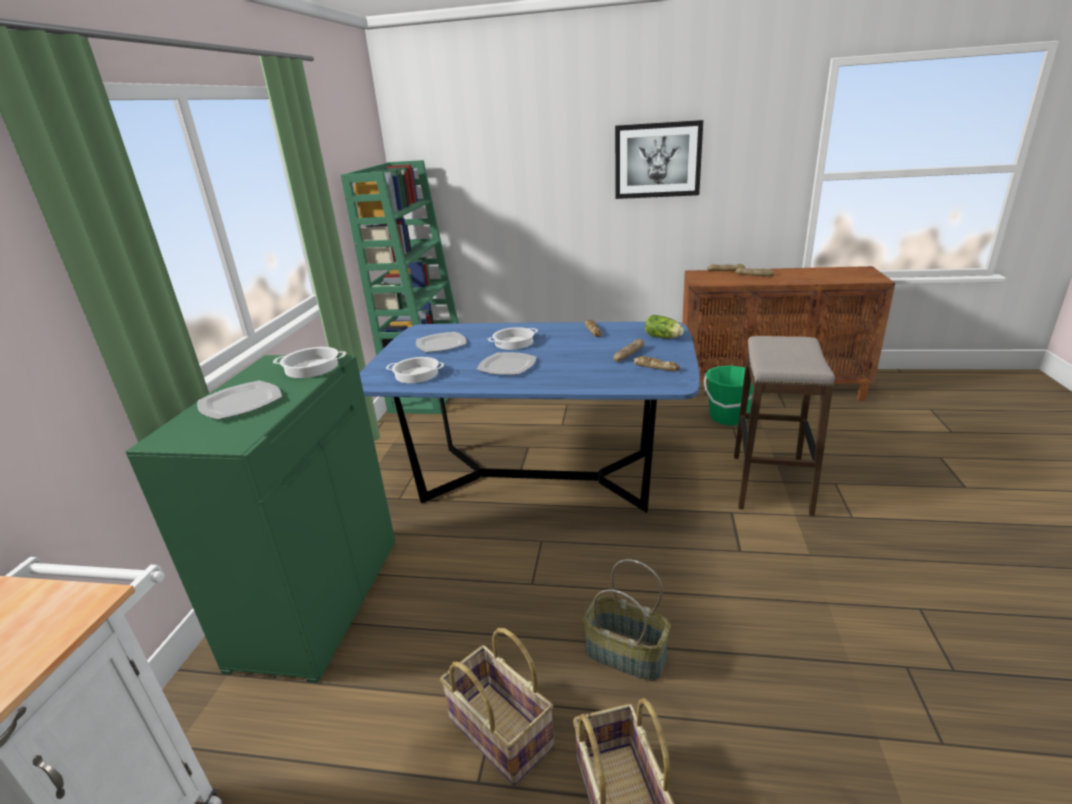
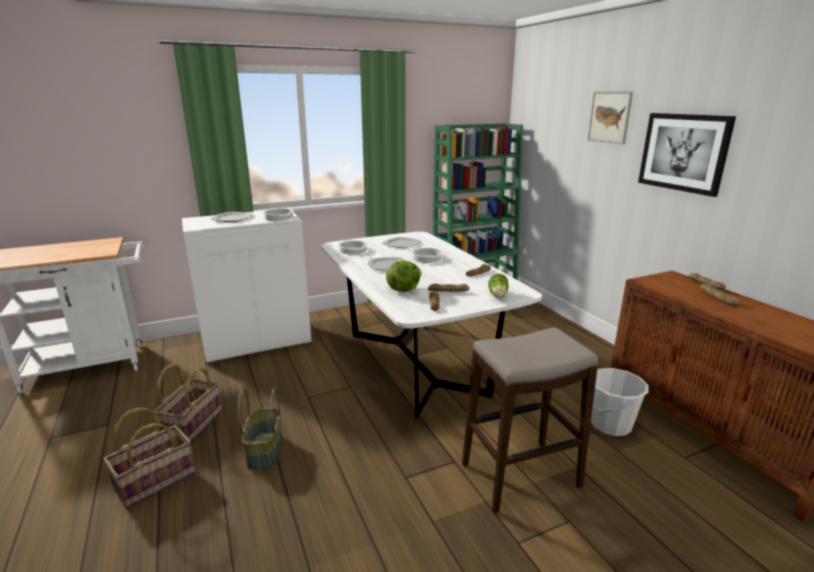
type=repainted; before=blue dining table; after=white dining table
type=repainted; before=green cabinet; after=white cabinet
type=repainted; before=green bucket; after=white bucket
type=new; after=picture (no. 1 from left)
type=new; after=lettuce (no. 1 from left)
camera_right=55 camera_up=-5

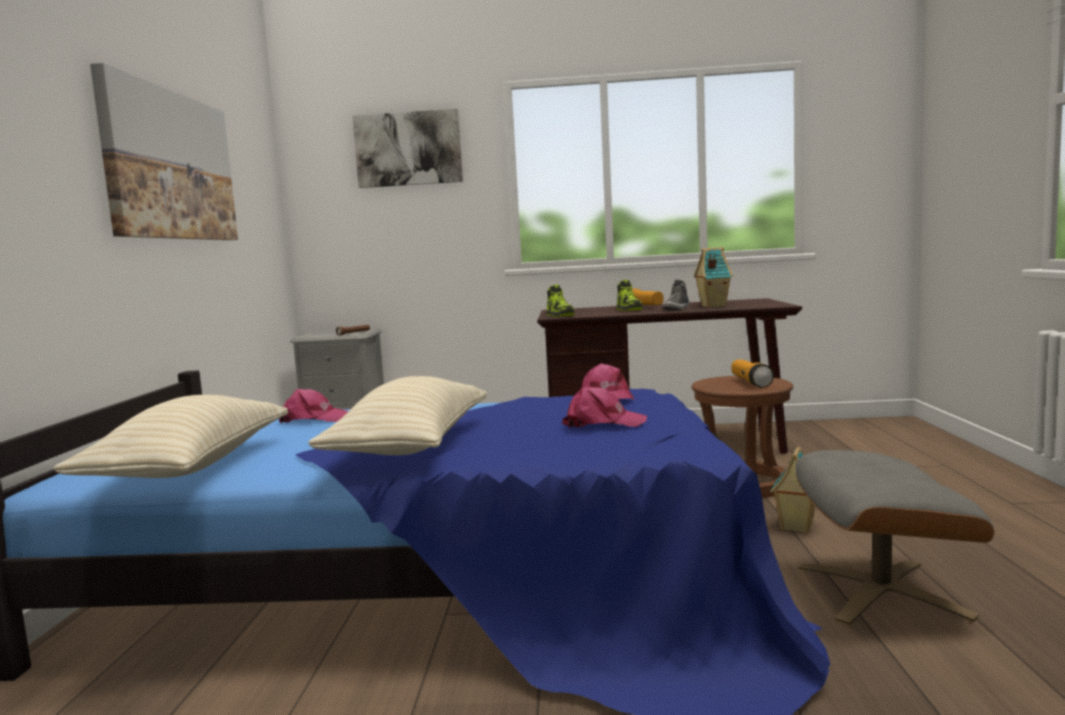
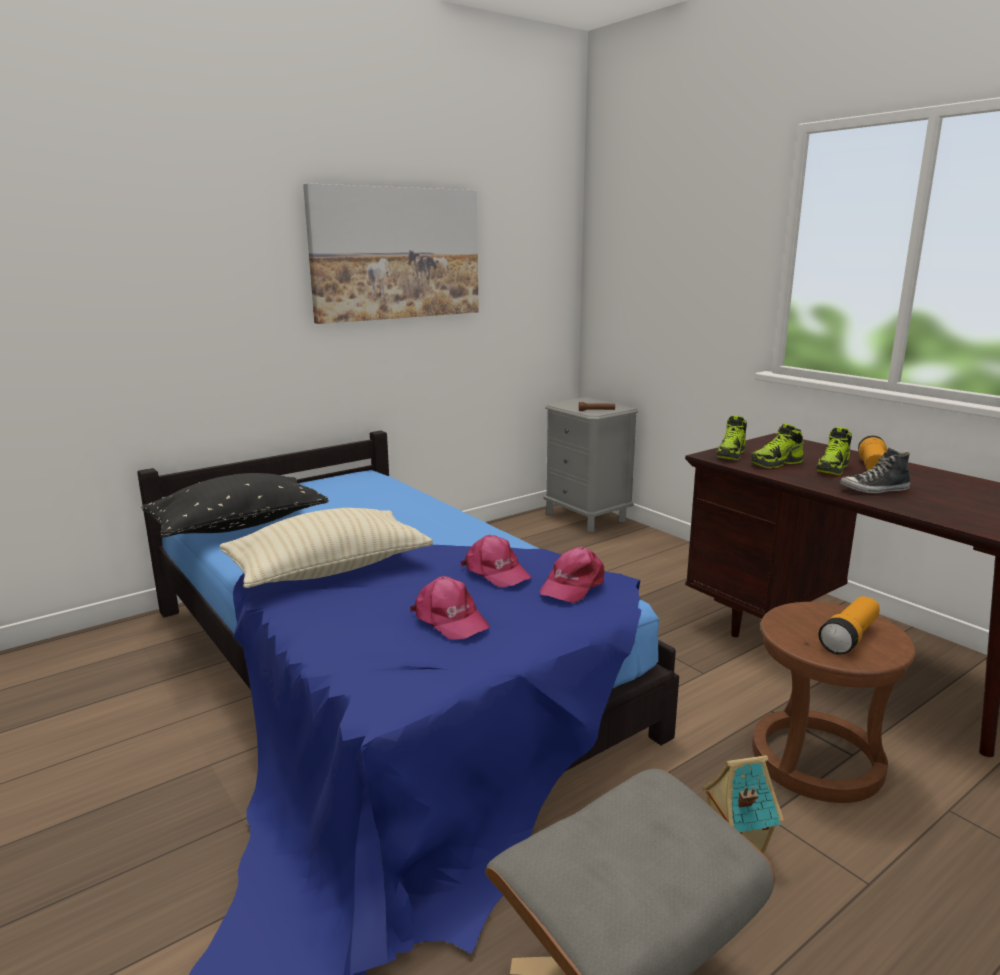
type=gone; before=picture (no. 2 from left)
type=gone; before=toy house (no. 1 from left)
type=shifted; before=pink cap (no. 1 from left in the first image); after=pink cap (no. 2 from left)
type=repainted; before=beige pillow (no. 1 from left); after=black pillow
type=new; after=shoe (no. 2 from left)
camera_right=50 camera_up=10

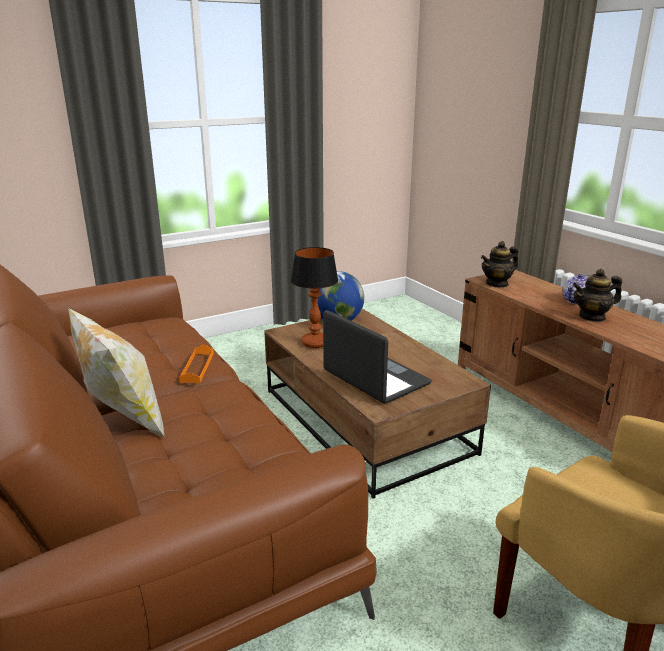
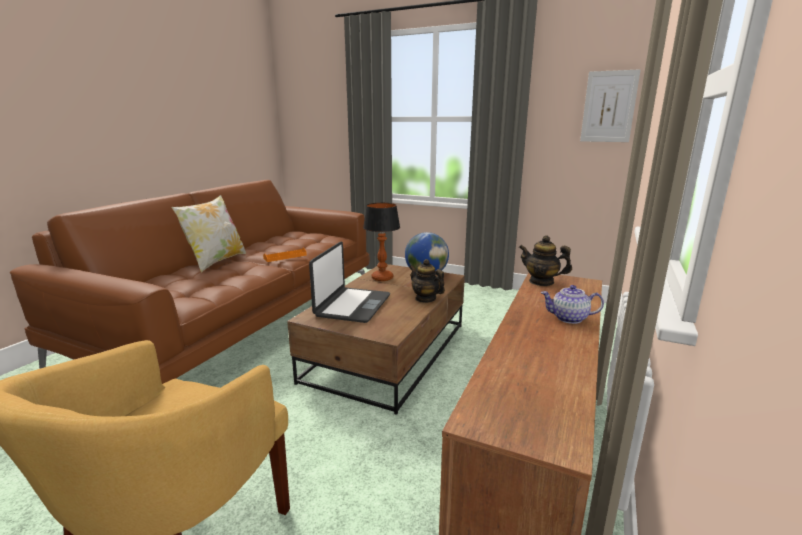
type=shifted; before=teapot (no. 3 from left in the first image); after=teapot (no. 1 from left)
type=new; after=picture
camera_right=55 camera_up=-5

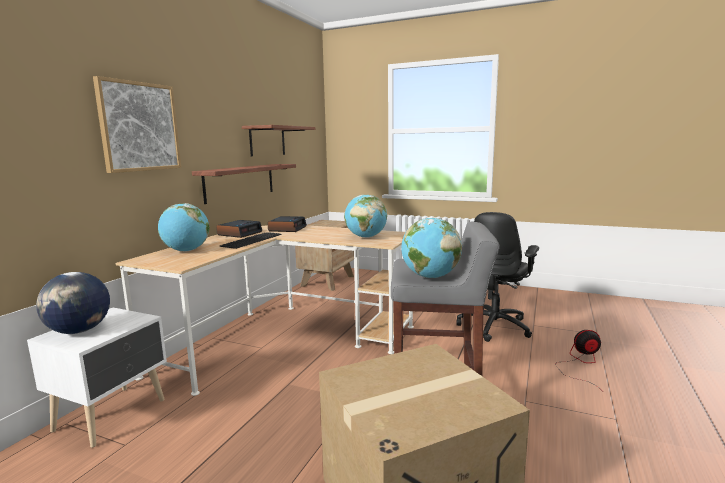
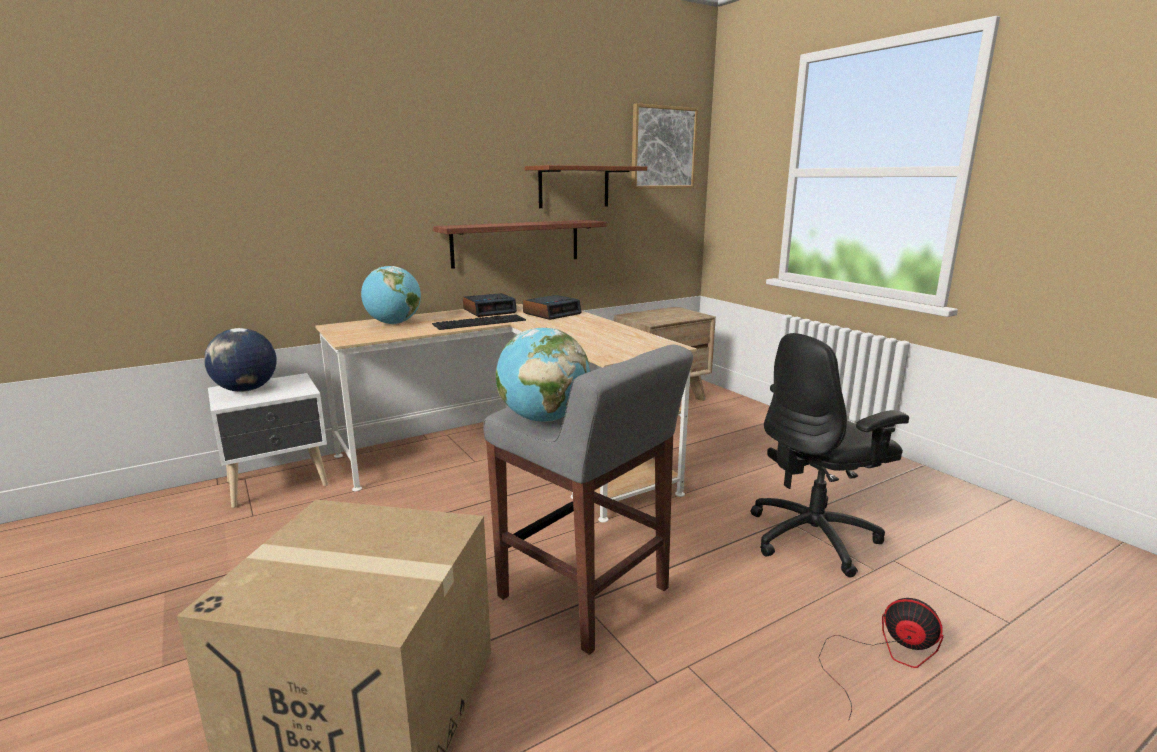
type=shifted; before=picture
type=gone; before=globe (no. 3 from left)
camera_right=35 camera_up=5

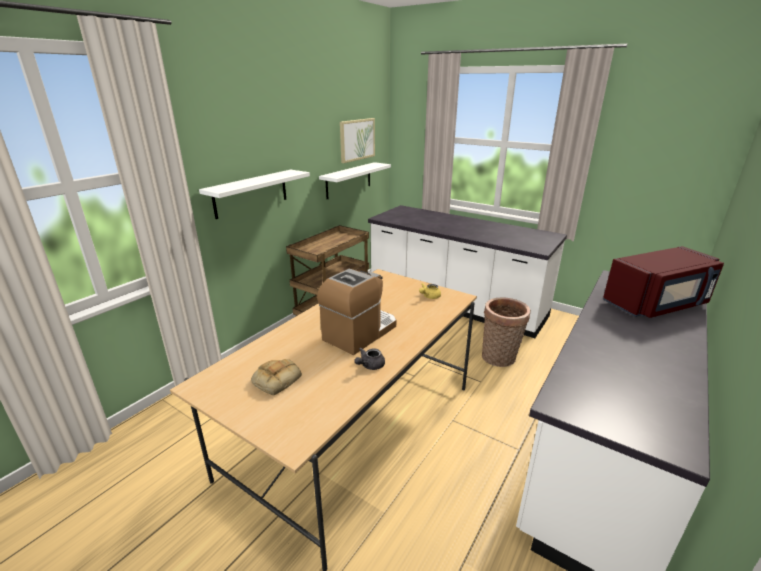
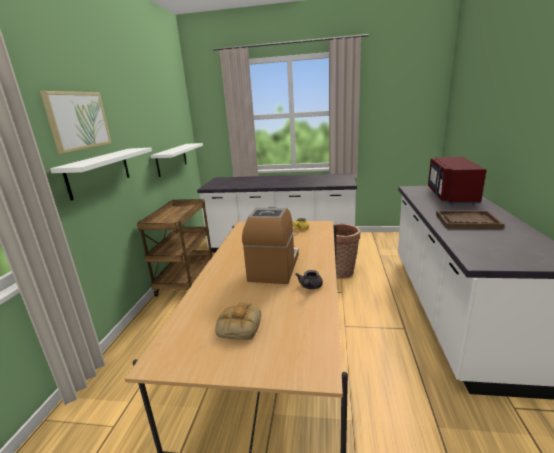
type=shifted; before=picture
type=rotated; before=red microwave; turn=150
type=new; after=brown tray
camera_right=-25 camera_up=-5

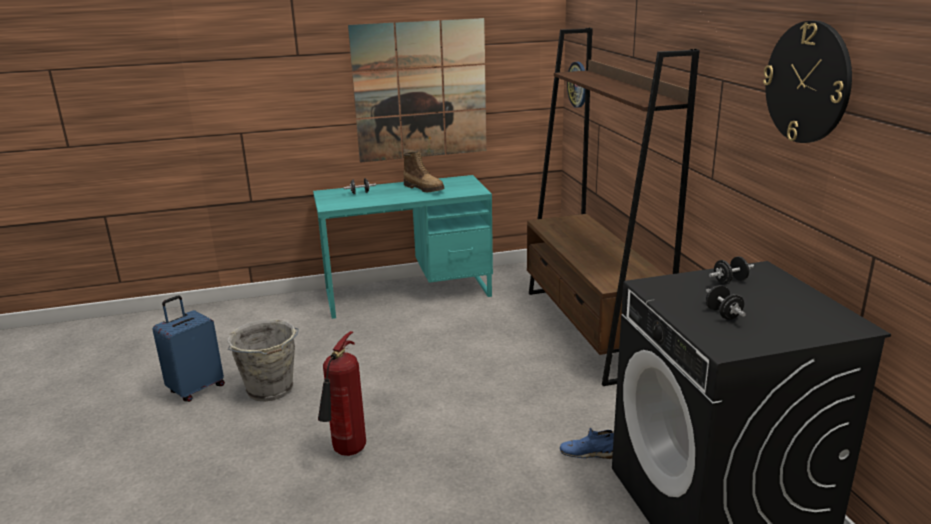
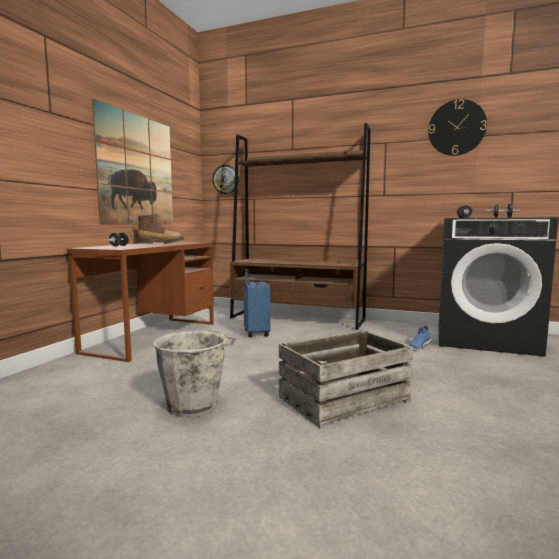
type=repainted; before=turquoise desk; after=brown desk
type=shifted; before=blue suitcase
type=swapped; before=fire extinguisher; after=crate
camera_right=-55 camera_up=-15

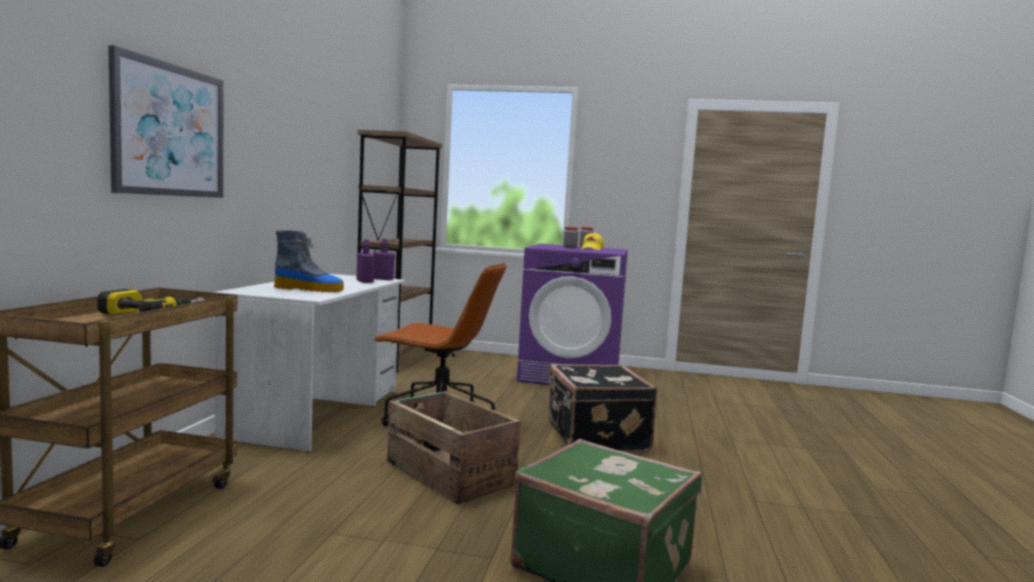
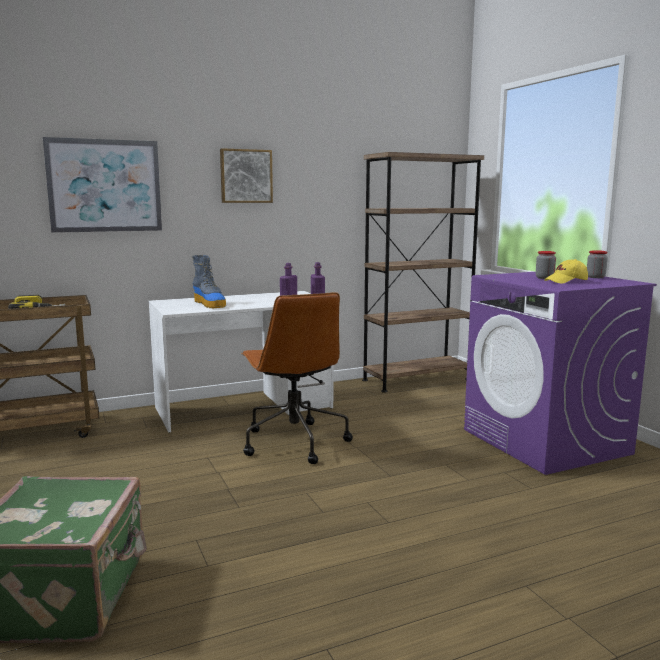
type=gone; before=black suitcase
type=gone; before=crate
type=new; after=picture (no. 2 from left)
camera_right=55 camera_up=5

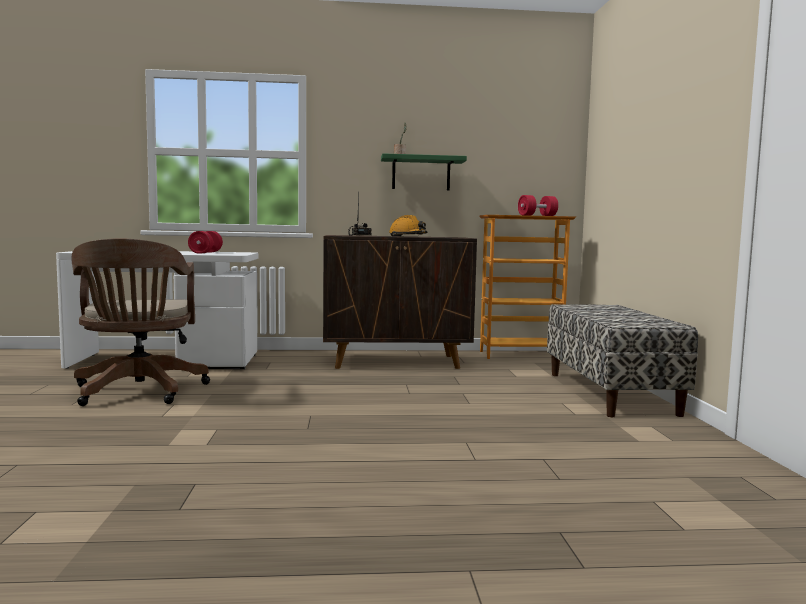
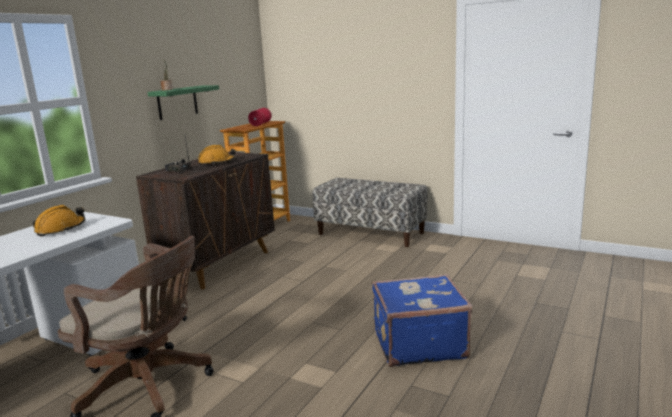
type=swapped; before=red dumbbell (no. 1 from left); after=orange hard hat (no. 1 from left)
type=new; after=blue suitcase
camera_right=-55 camera_up=10

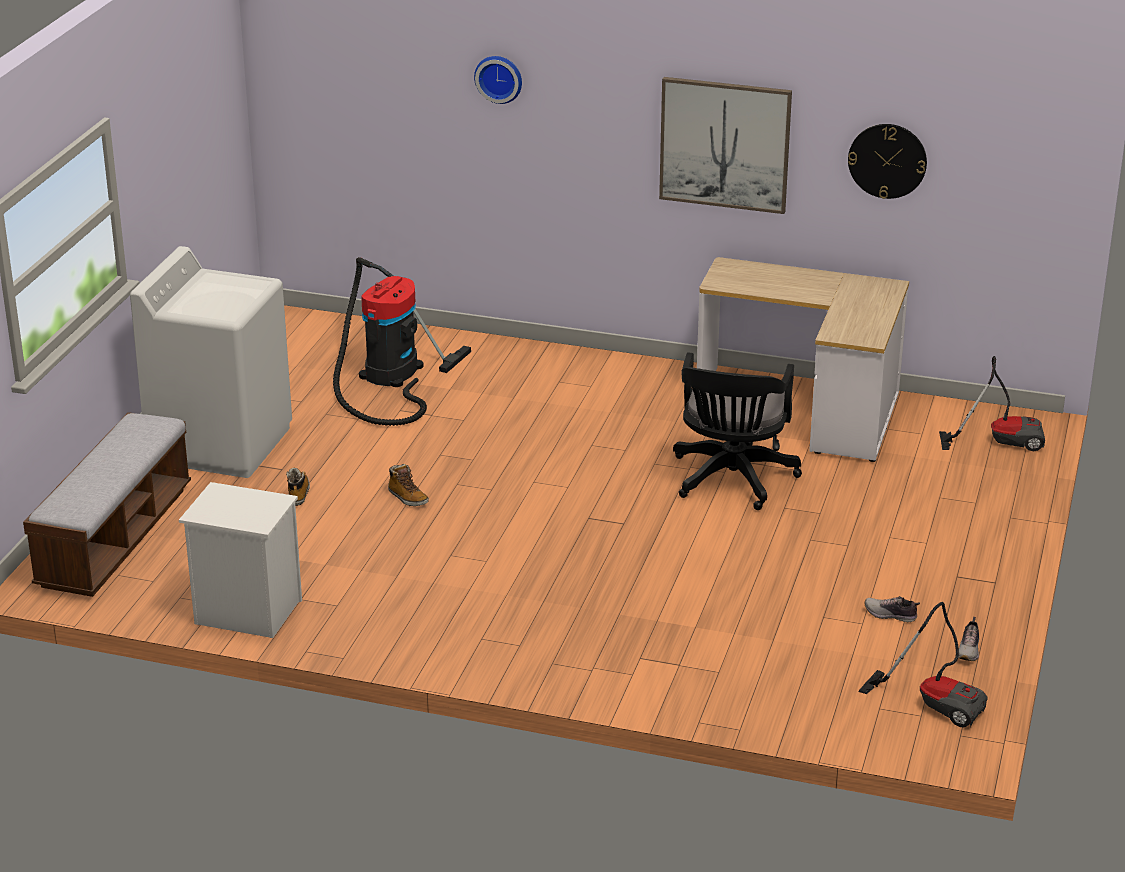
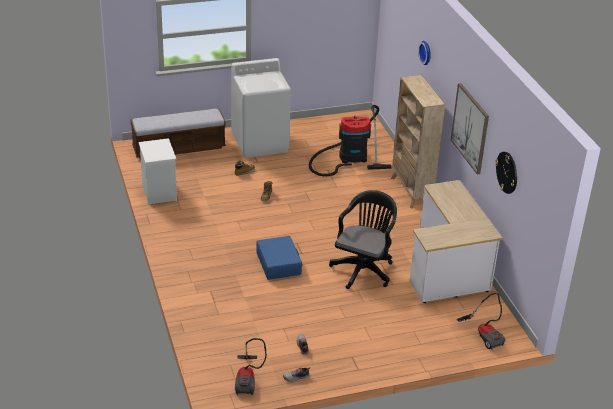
type=rotated; before=black office chair; turn=135
type=new; after=beige bookcase
type=new; after=blue suitcase
camera_right=55 camera_up=5

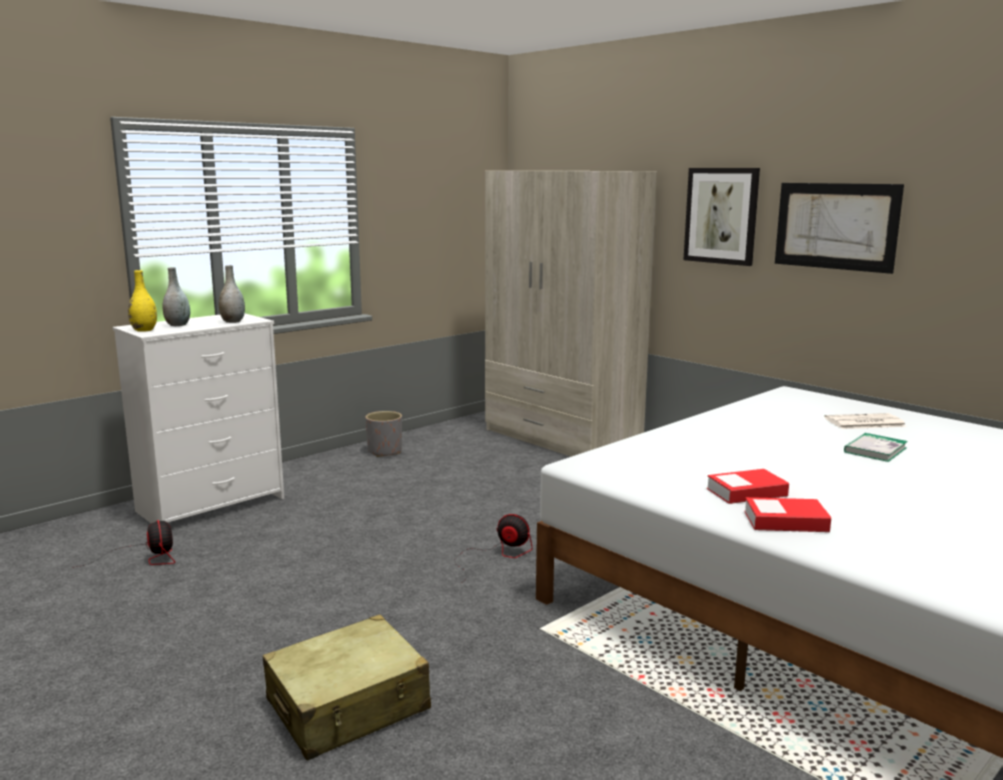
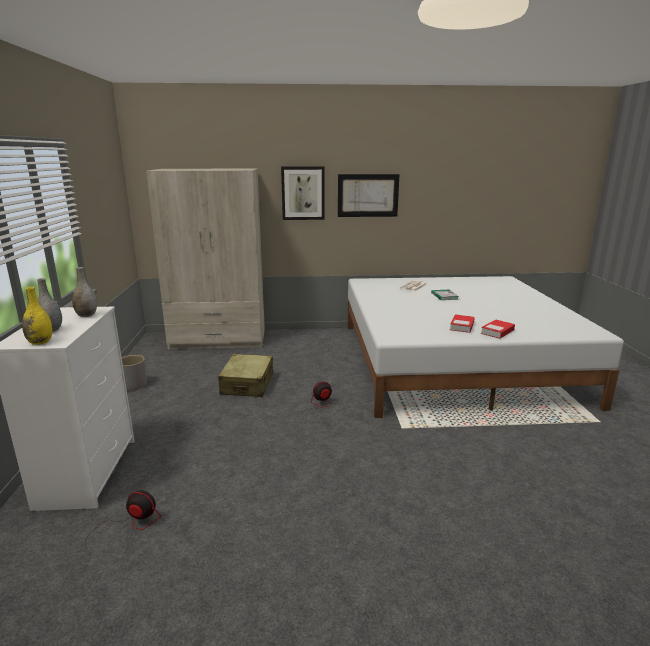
type=shifted; before=beige suitcase
camera_right=-50 camera_up=5

